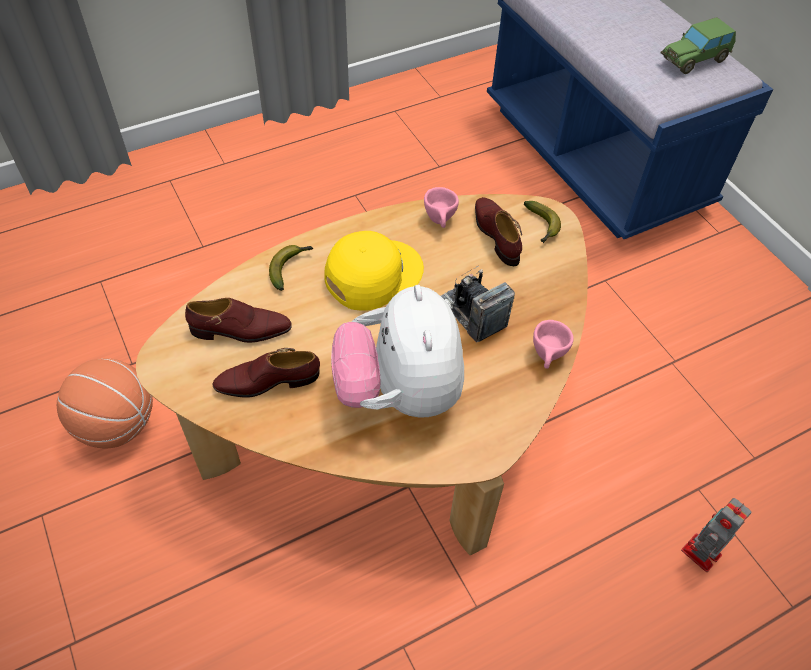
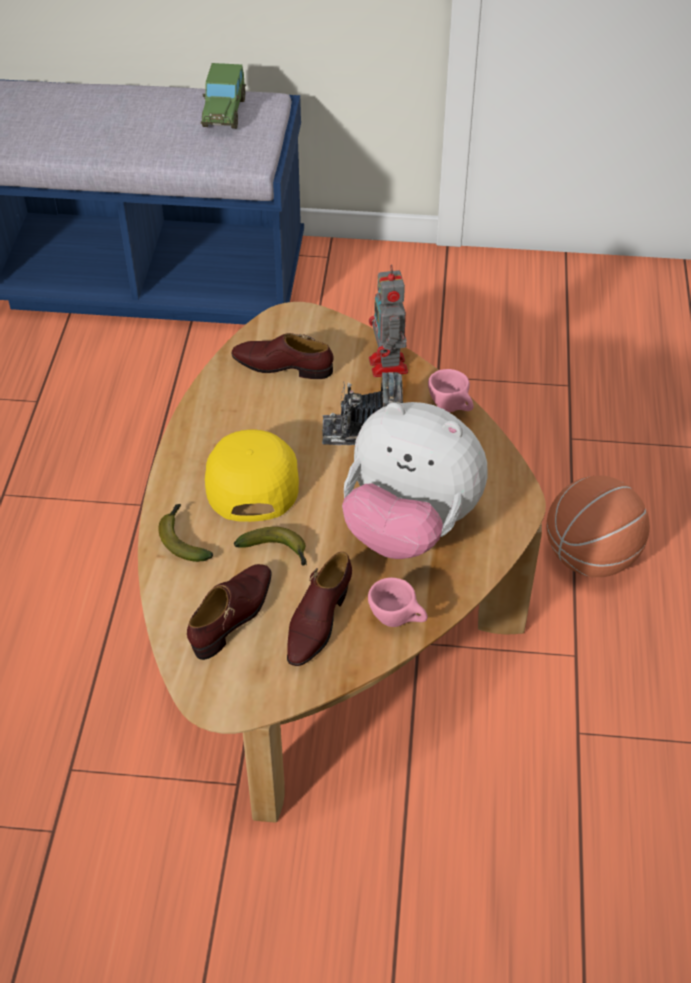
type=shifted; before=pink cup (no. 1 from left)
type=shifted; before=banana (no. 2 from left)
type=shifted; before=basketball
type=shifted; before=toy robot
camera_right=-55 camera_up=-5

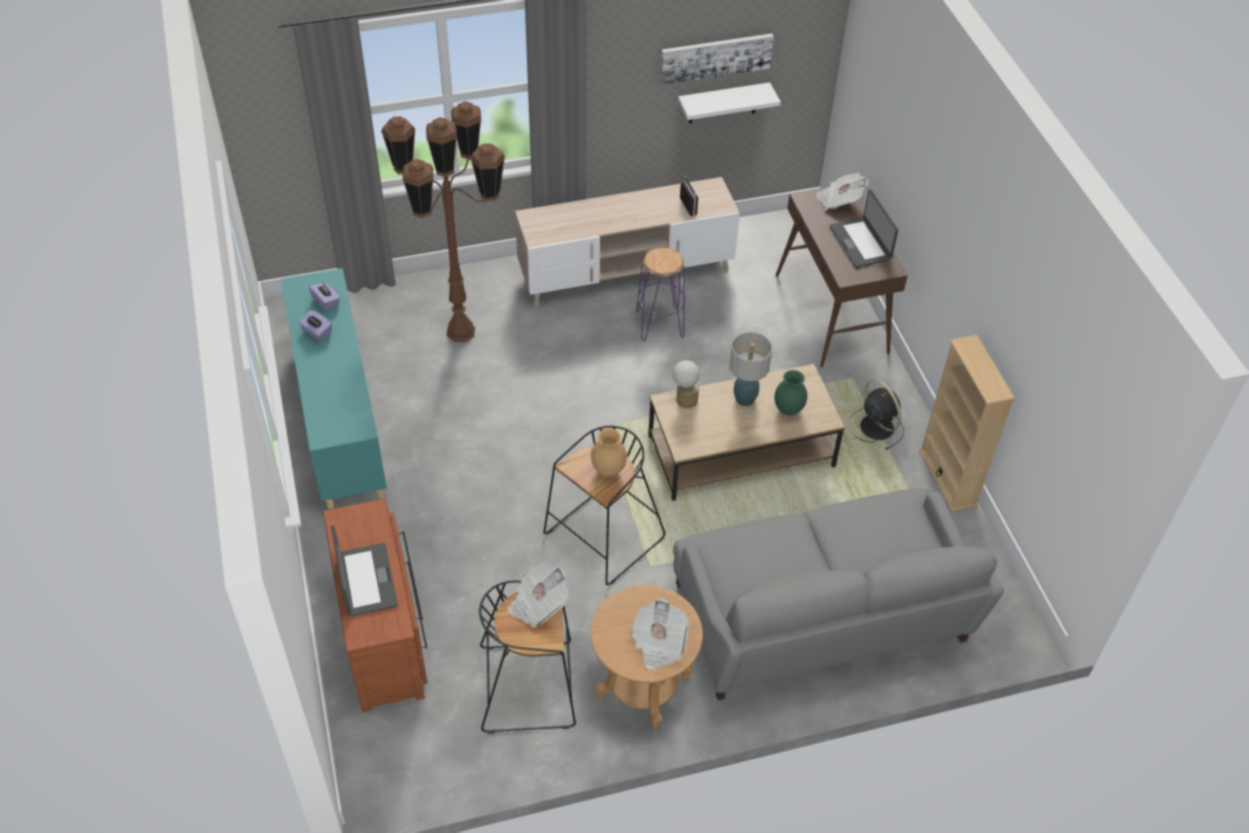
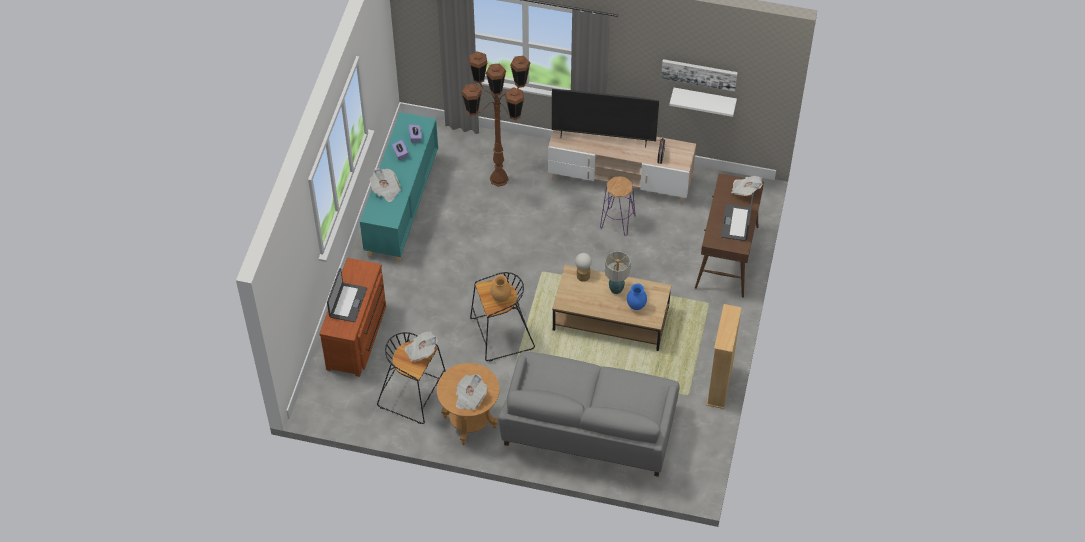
type=repainted; before=green vase; after=blue vase
type=gone; before=black fan
type=new; after=television
type=new; after=newspaper (no. 1 from left)
camera_right=30 camera_up=5

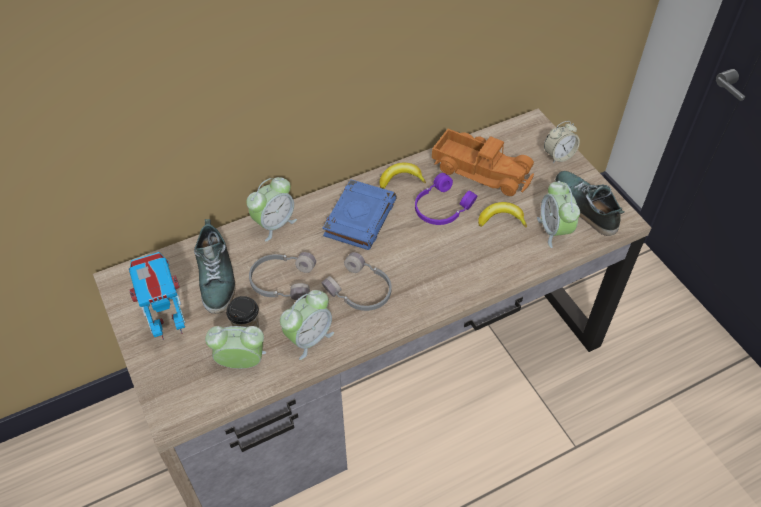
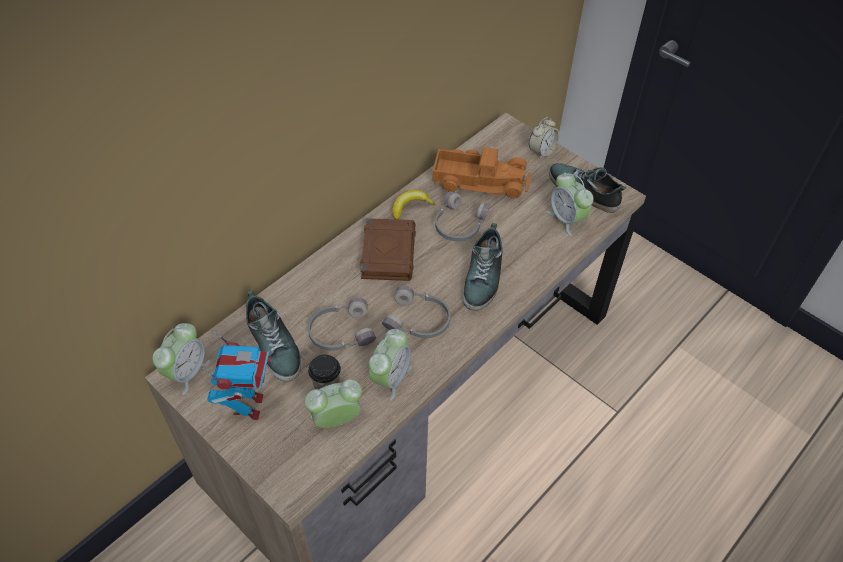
type=repainted; before=purple headphones; after=grey headphones (no. 3 from left)
type=shifted; before=alarm clock (no. 2 from left in the first image); after=alarm clock (no. 1 from left)
type=repainted; before=blue book; after=brown book
type=gone; before=banana (no. 2 from left)
type=rotated; before=toy robot; turn=135
type=new; after=shoe (no. 2 from left)
camera_right=-20 camera_up=0

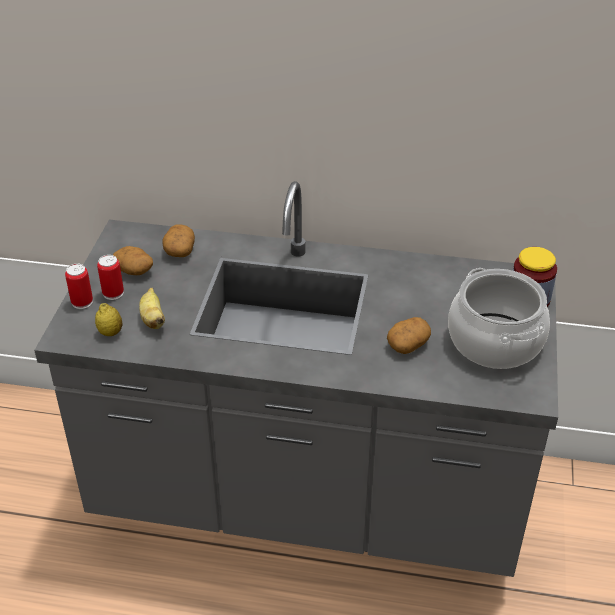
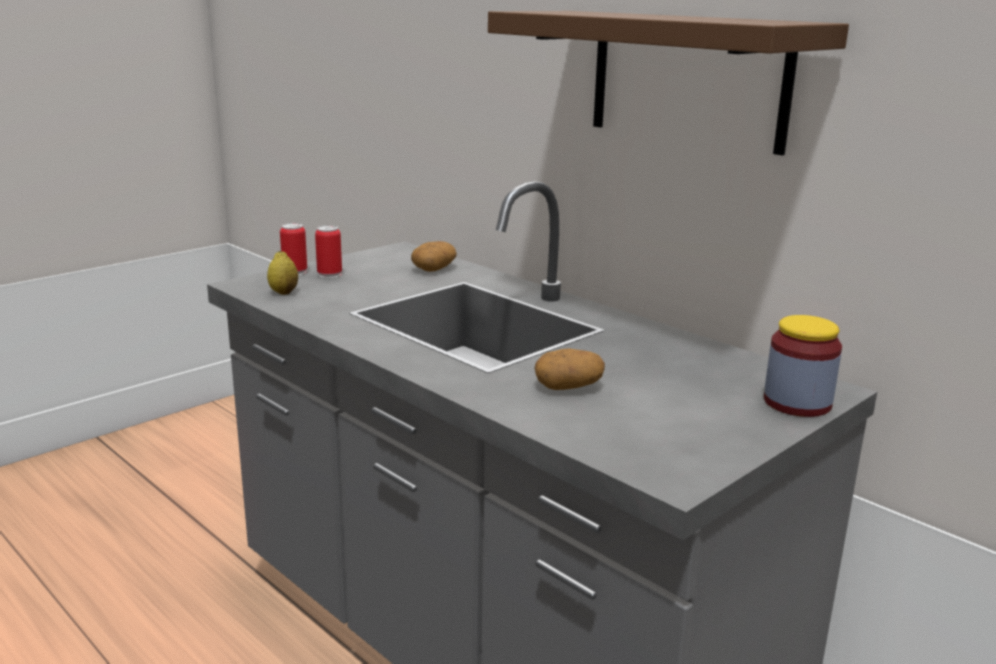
type=gone; before=potato (no. 1 from left)
type=gone; before=cooking pot
type=gone; before=banana
type=new; after=brown shelf
camera_right=35 camera_up=-20

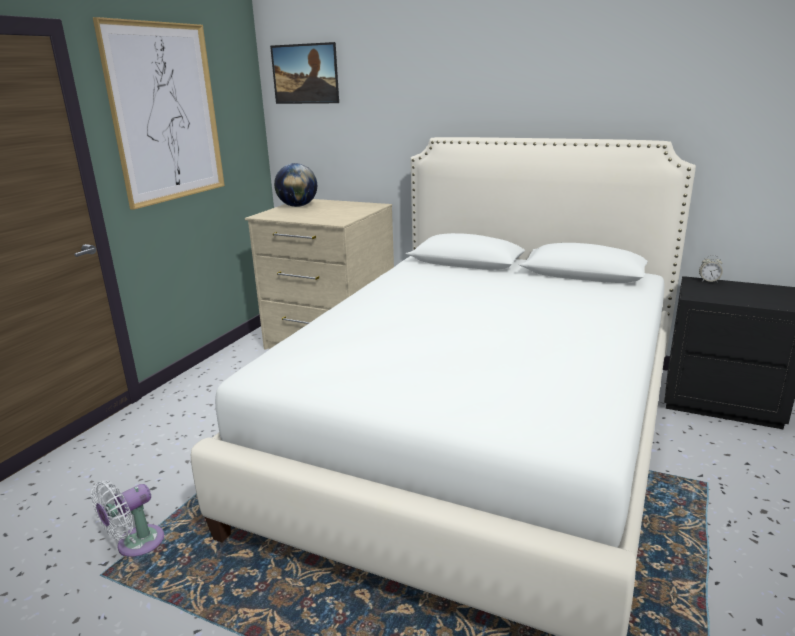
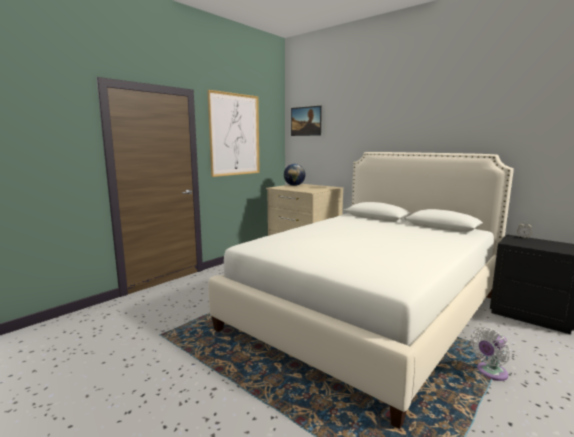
type=shifted; before=white fan
camera_right=15 camera_up=-10

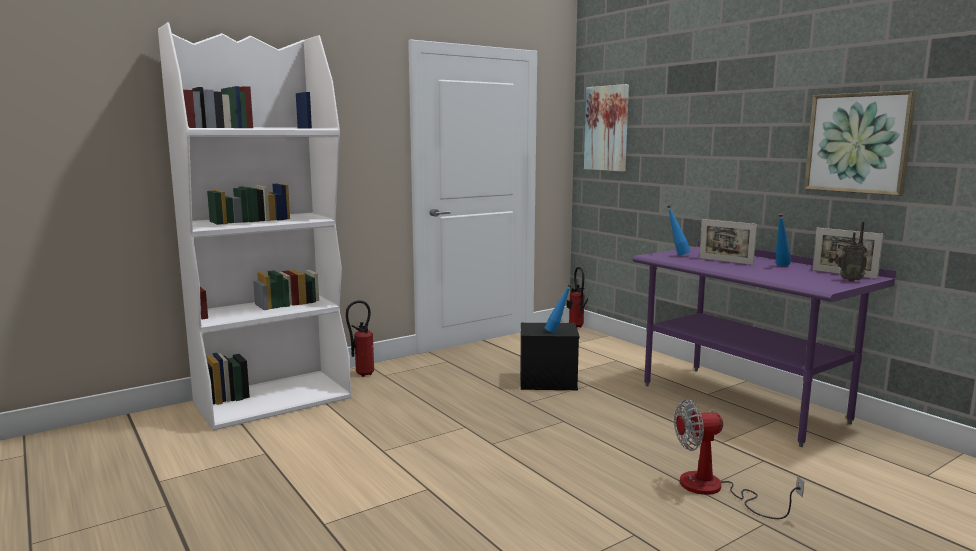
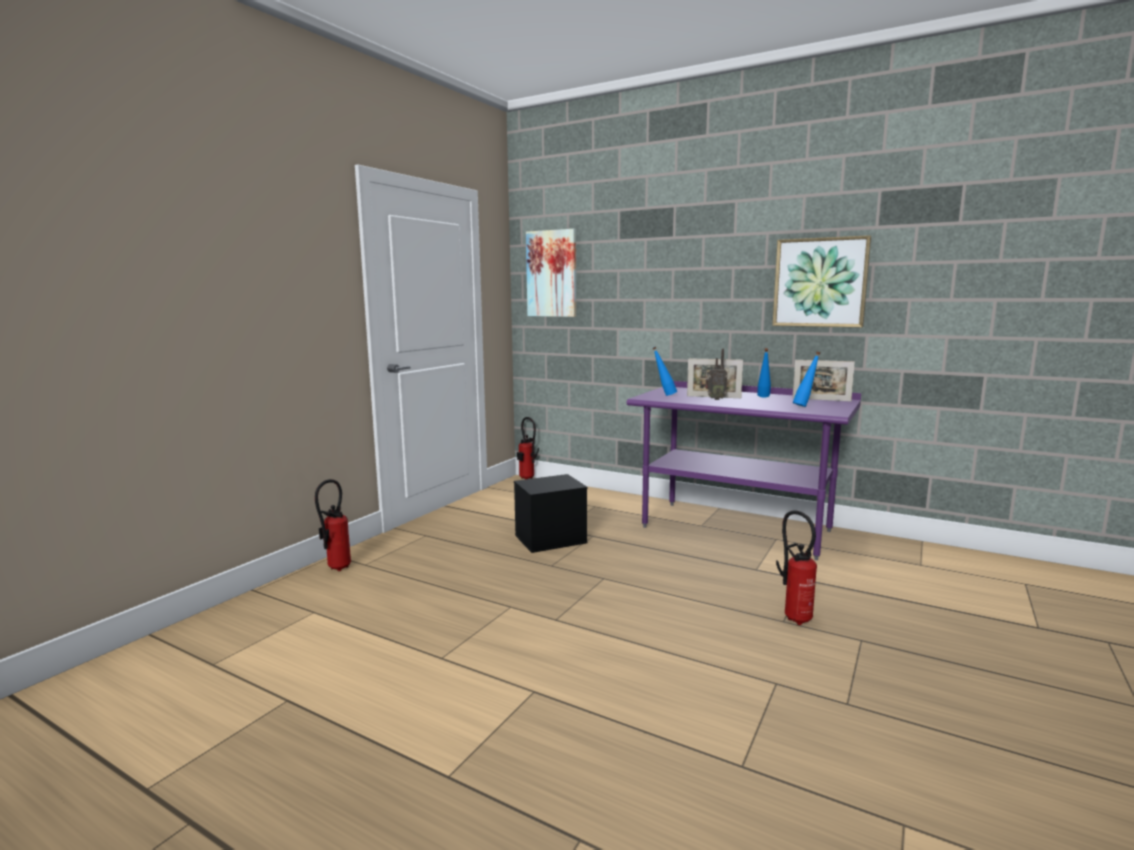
type=gone; before=white bookcase
type=shifted; before=radio
type=shifted; before=blue bottle (no. 1 from left in the first image); after=blue bottle (no. 3 from left)
type=swapped; before=fan; after=fire extinguisher (no. 3 from left)
camera_right=-25 camera_up=0

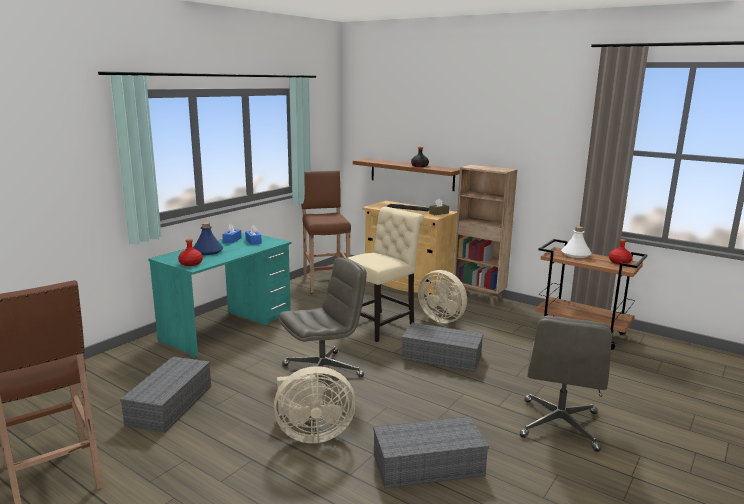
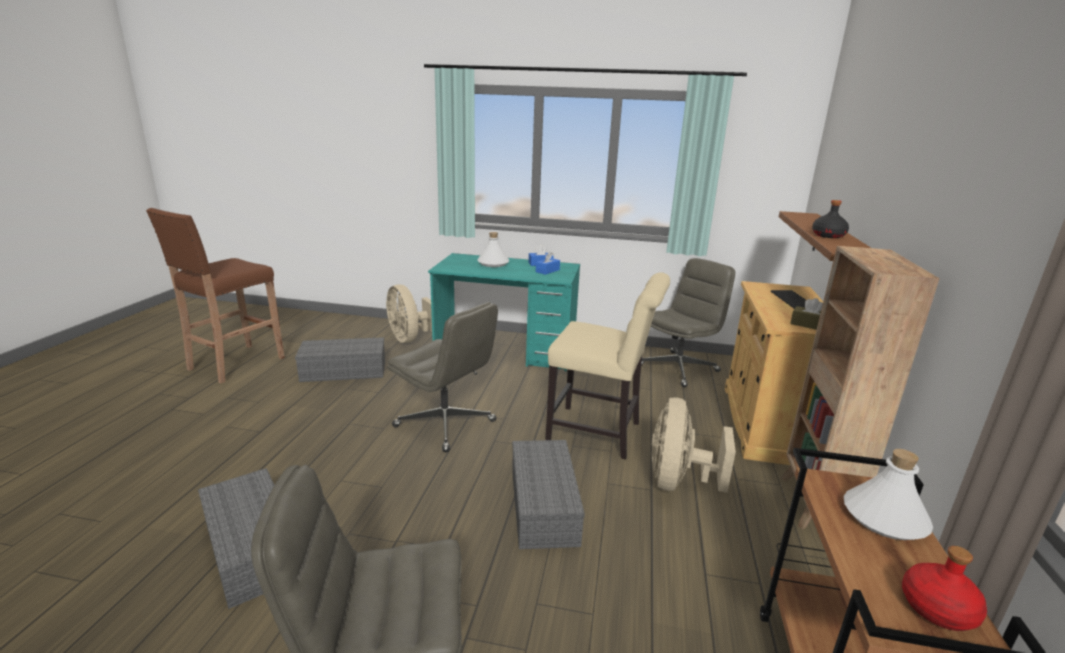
type=swapped; before=brown stool (no. 2 from left); after=grey office chair (no. 3 from left)
type=repainted; before=blue bottle; after=white bottle (no. 1 from left)
type=gone; before=red bottle (no. 1 from left)
type=shifted; before=beige fan (no. 1 from left)
camera_right=65 camera_up=5

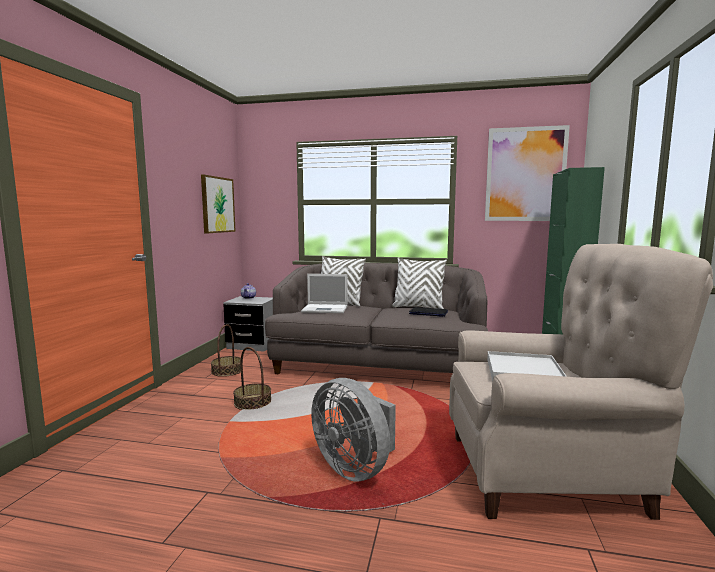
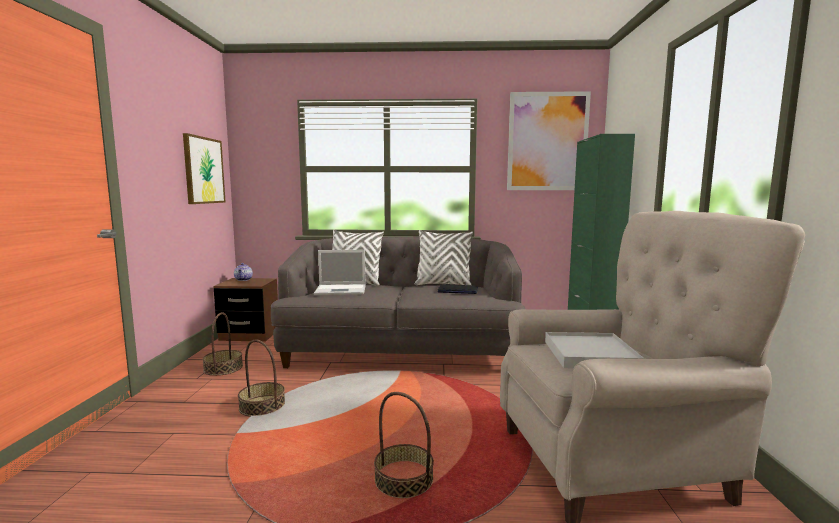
type=repainted; before=grey nightstand; after=brown nightstand
type=swapped; before=grey fan; after=basket (no. 3 from left)
camera_right=-10 camera_up=0

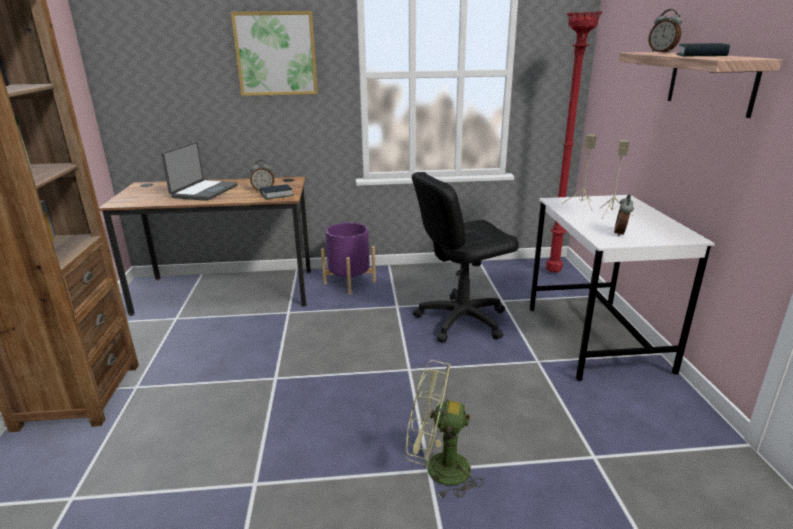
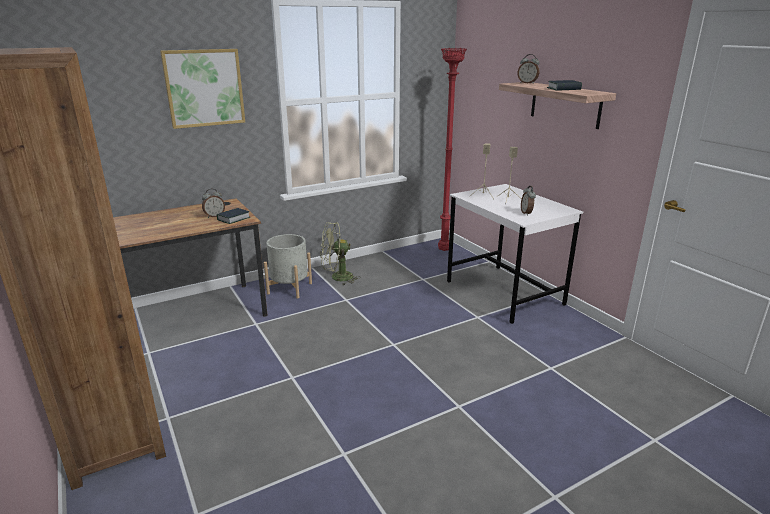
type=gone; before=laptop
type=gone; before=black office chair
type=repainted; before=purple planter; after=grey planter
type=shifted; before=green fan
camera_right=-25 camera_up=0

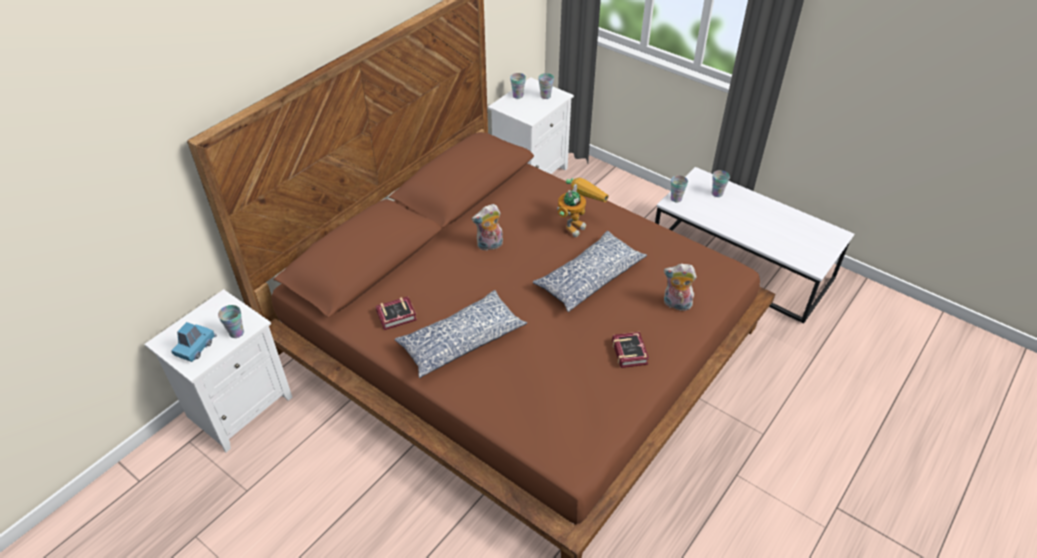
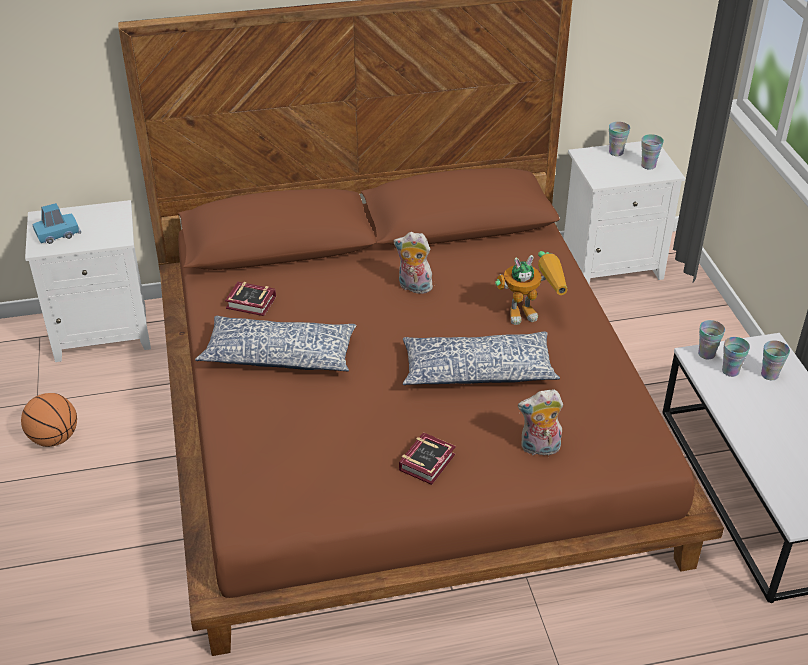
type=rotated; before=plush toy (no. 2 from left); turn=-60
type=shifted; before=cup (no. 1 from left in the first image); after=cup (no. 4 from left)
type=new; after=basketball
camera_right=40 camera_up=-5

